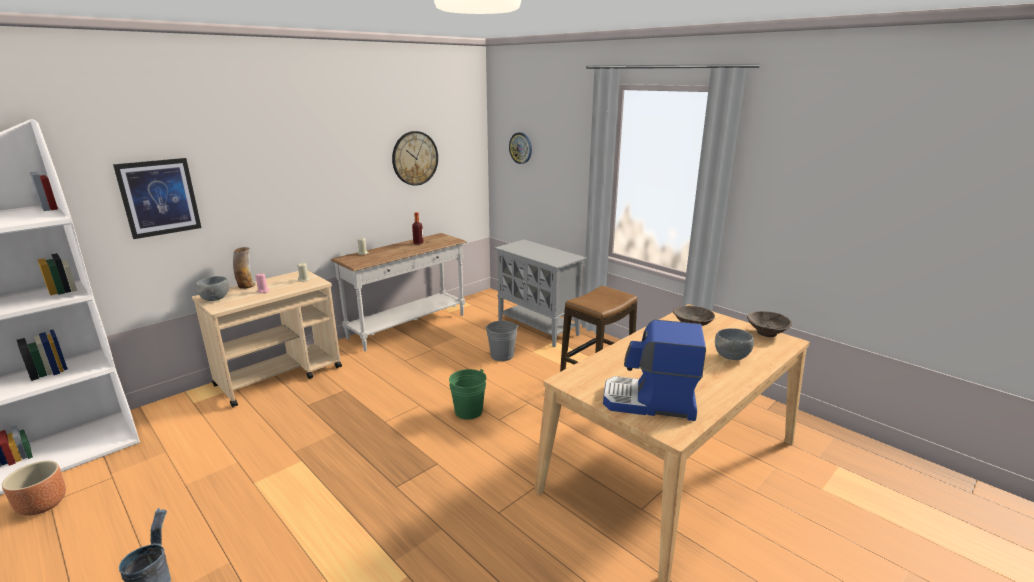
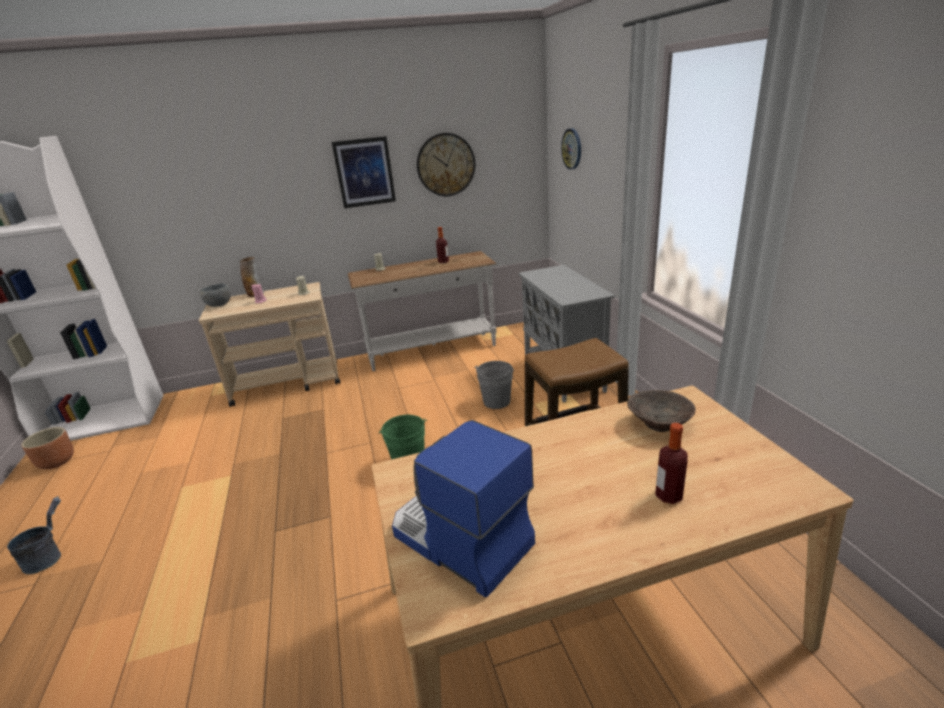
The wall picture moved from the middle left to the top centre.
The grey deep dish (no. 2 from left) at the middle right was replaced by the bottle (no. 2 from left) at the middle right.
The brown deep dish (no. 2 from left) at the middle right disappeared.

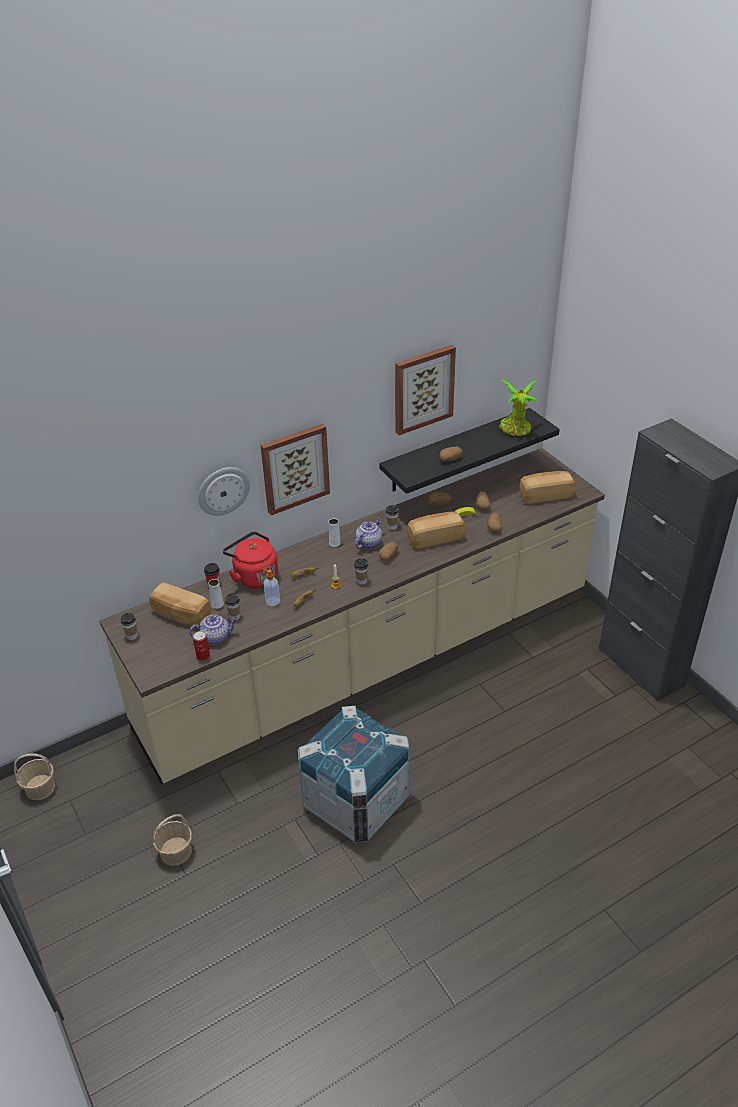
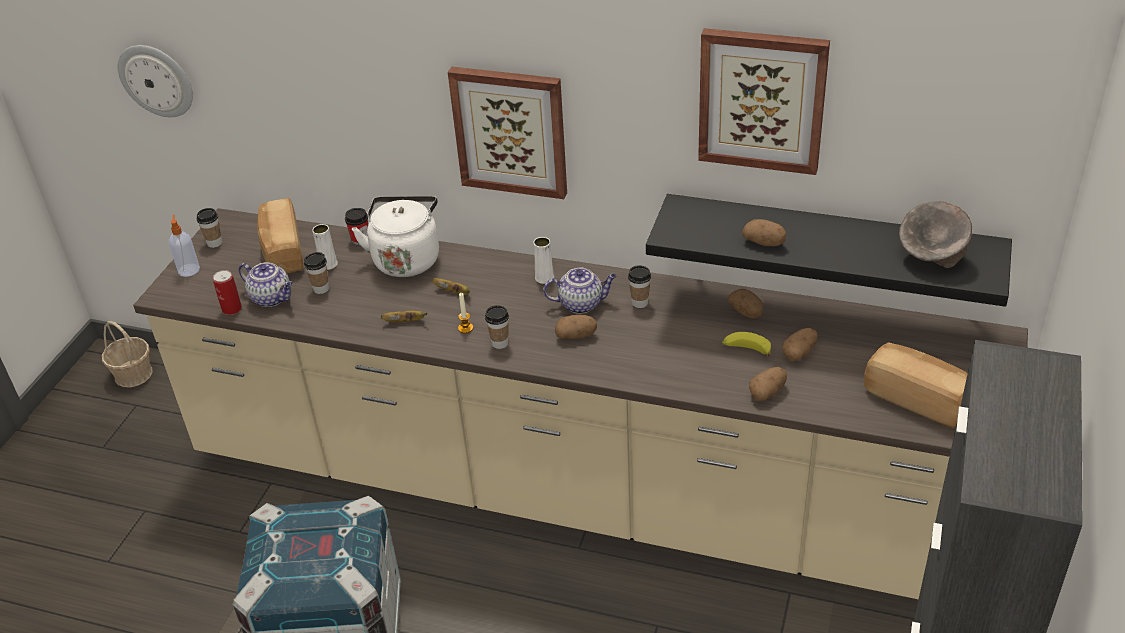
The clock on the wall moved from the middle left to the top left.
The soap dispenser moved from the centre to the middle left.
The red-coloured kettle at the centre became the whitish kettle at the centre.
The plant in a pot at the middle right was replaced by the grey deep dish at the middle right.
The basket (no. 2 from left) at the bottom left disappeared.
The bakery bread (no. 2 from left) at the centre disappeared.

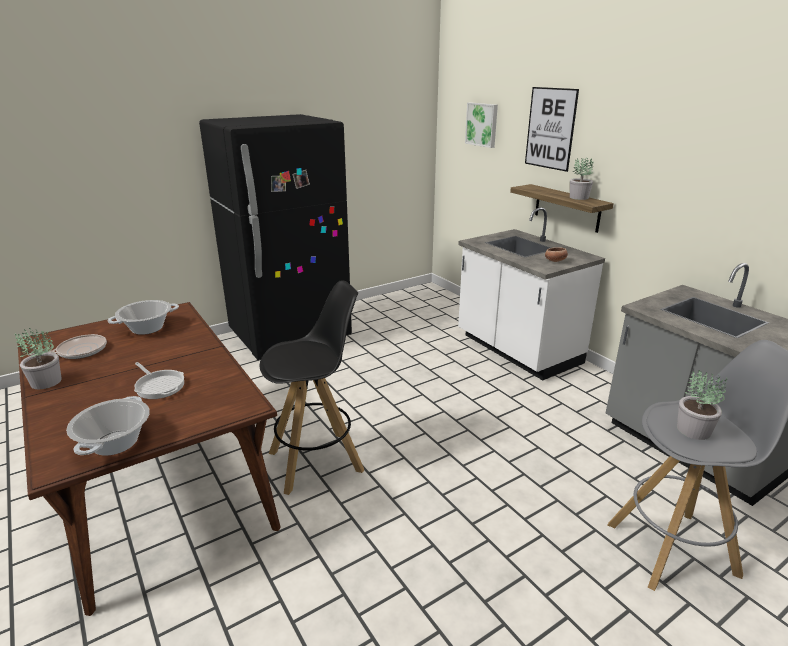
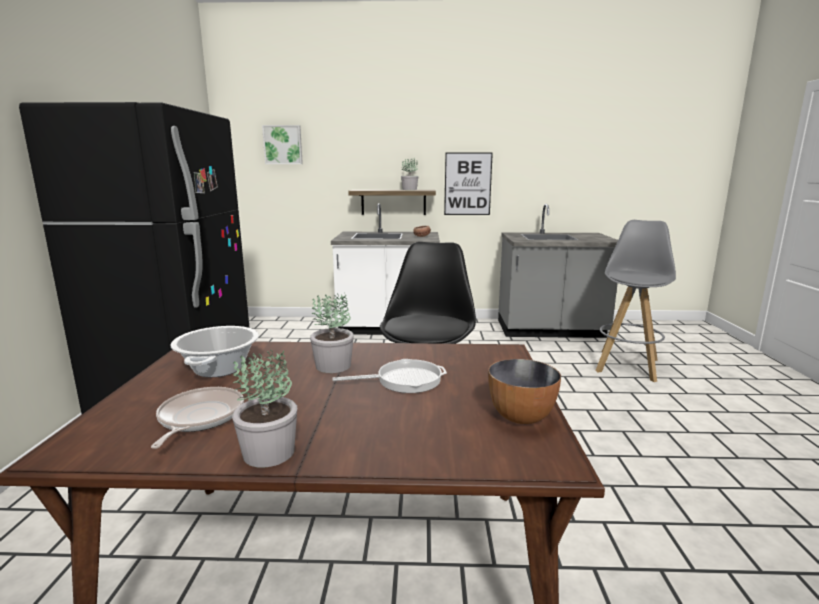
The plant in a pot (no. 3 from left in the first image) moved from the middle right to the centre.
The wall picture (no. 2 from left) moved from the top right to the top centre.
The stockpot (no. 1 from left) at the middle left was replaced by the deep dish (no. 2 from left) at the centre.

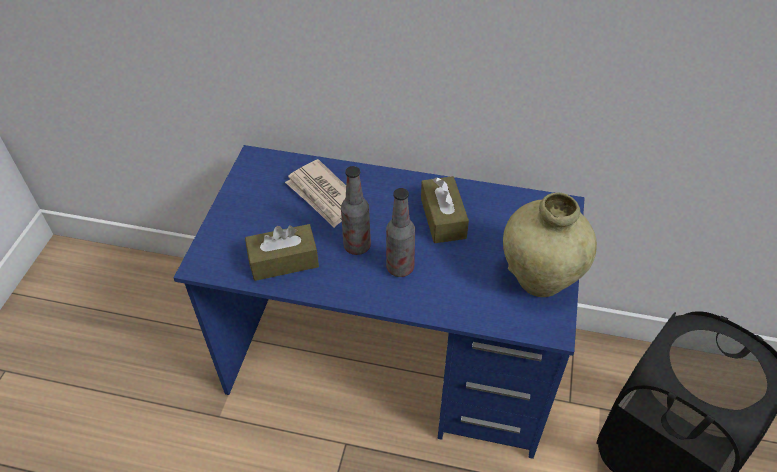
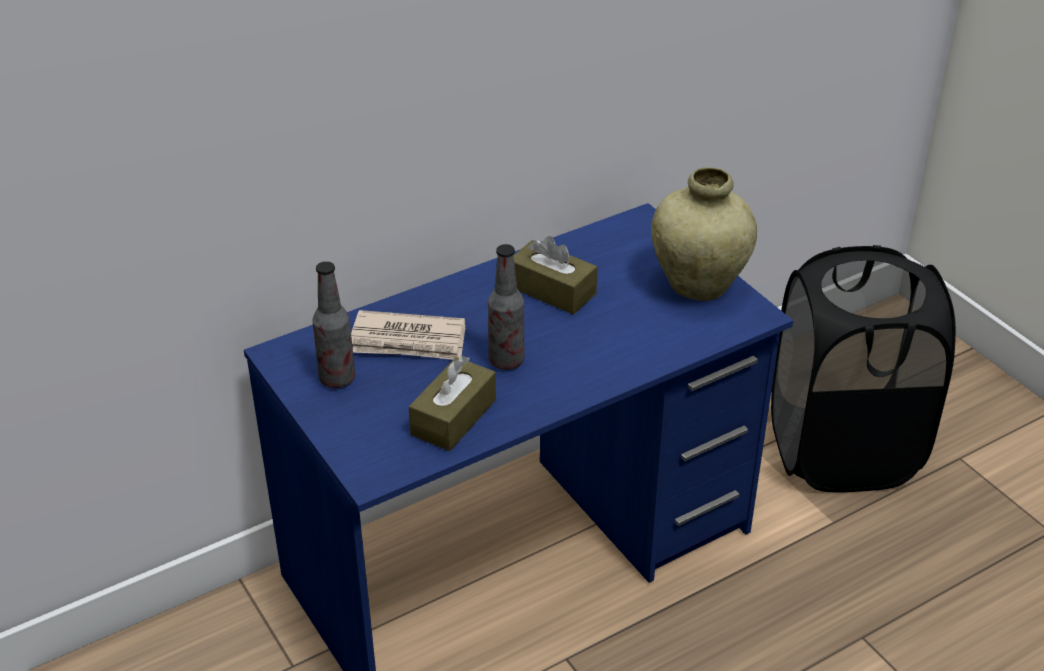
The bottle (no. 2 from left in the first image) moved from the centre to the middle left.

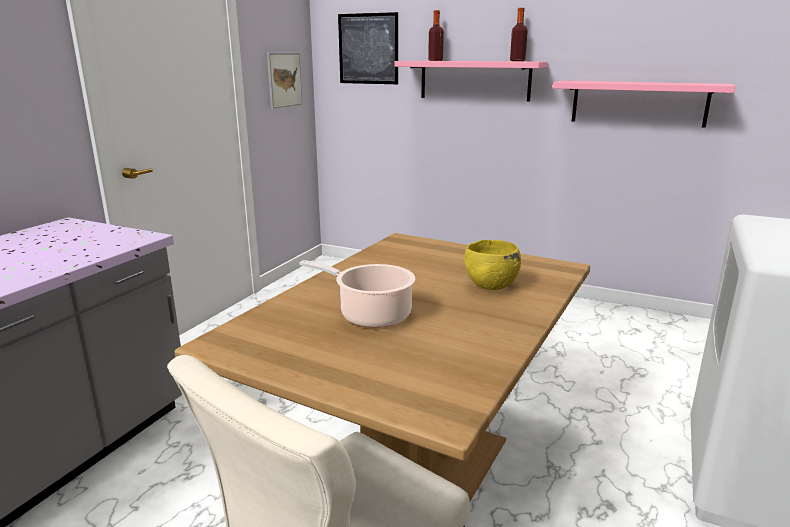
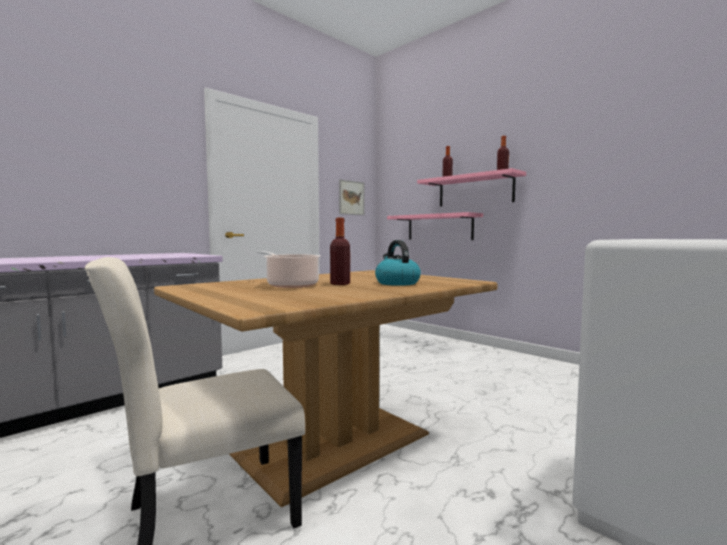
The bottle (no. 1 from left) at the centre appeared.
The yellow deep dish at the centre was replaced by the kettle at the centre.
The pink-coloured bracket shelf (no. 2 from left in the first image) moved from the top right to the centre.
The wall picture (no. 2 from left) at the top centre disappeared.

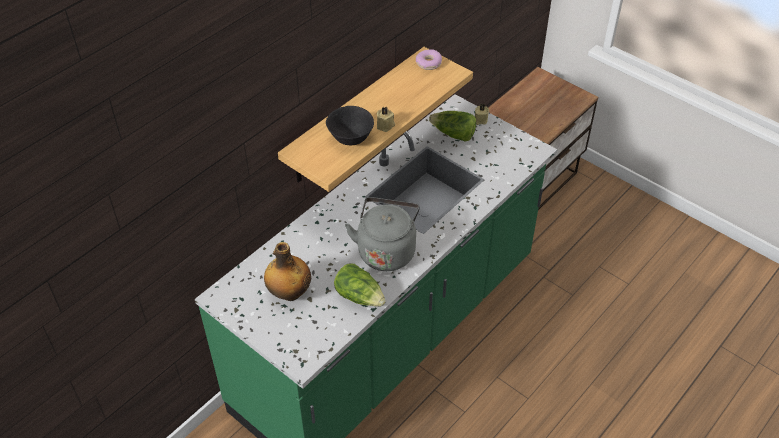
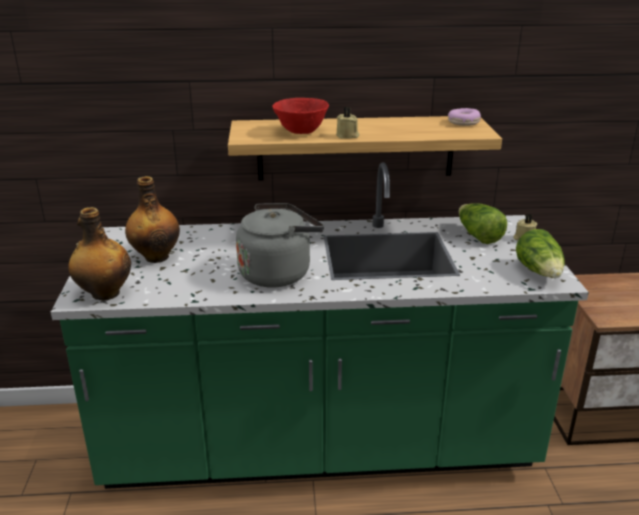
The bottle (no. 1 from left) at the middle left appeared.
The blackish deep dish at the top centre became the red-coloured deep dish at the top centre.
The lettuce (no. 1 from left in the first image) moved from the centre to the middle right.

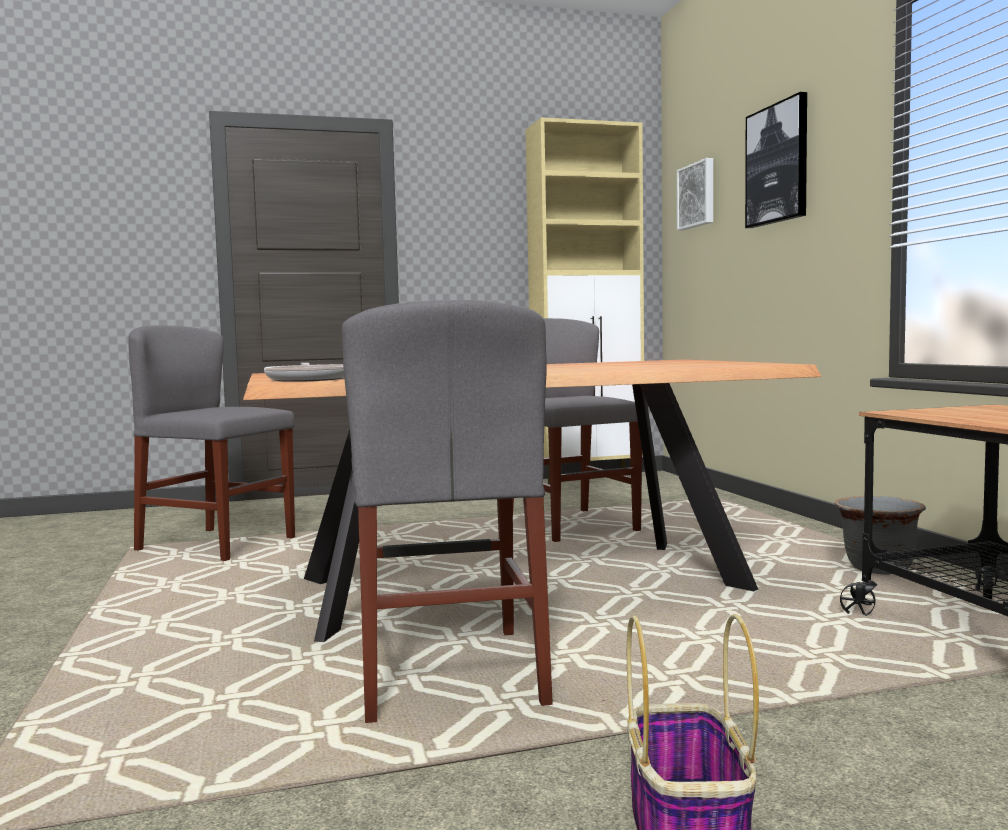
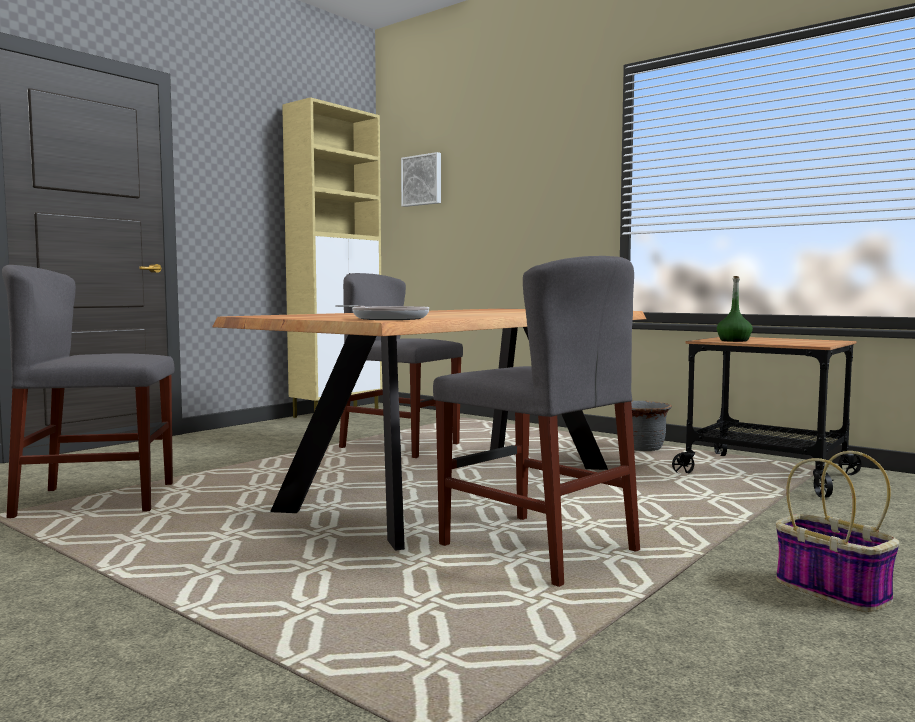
The green bottle at the middle right appeared.
The wall picture (no. 2 from left) at the top right disappeared.

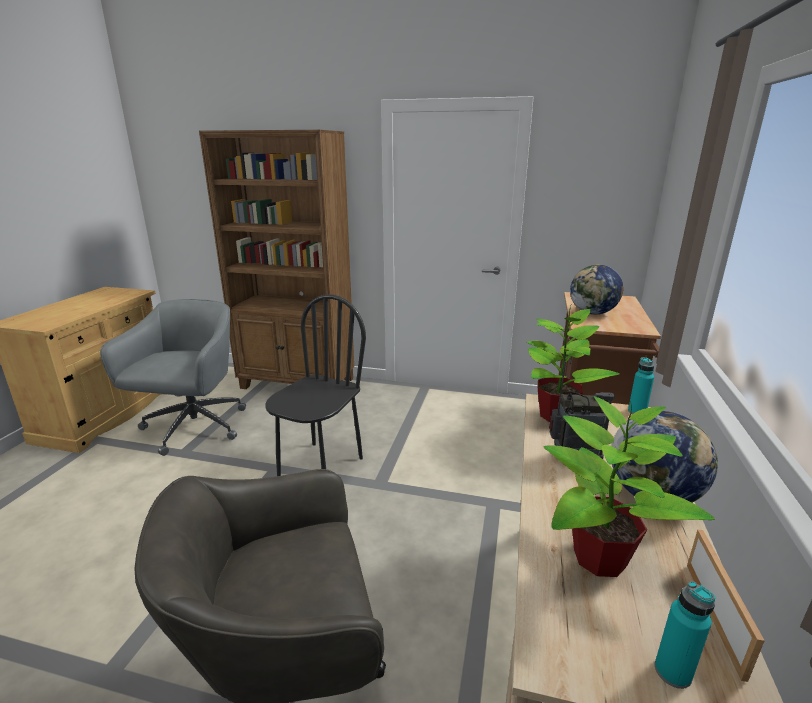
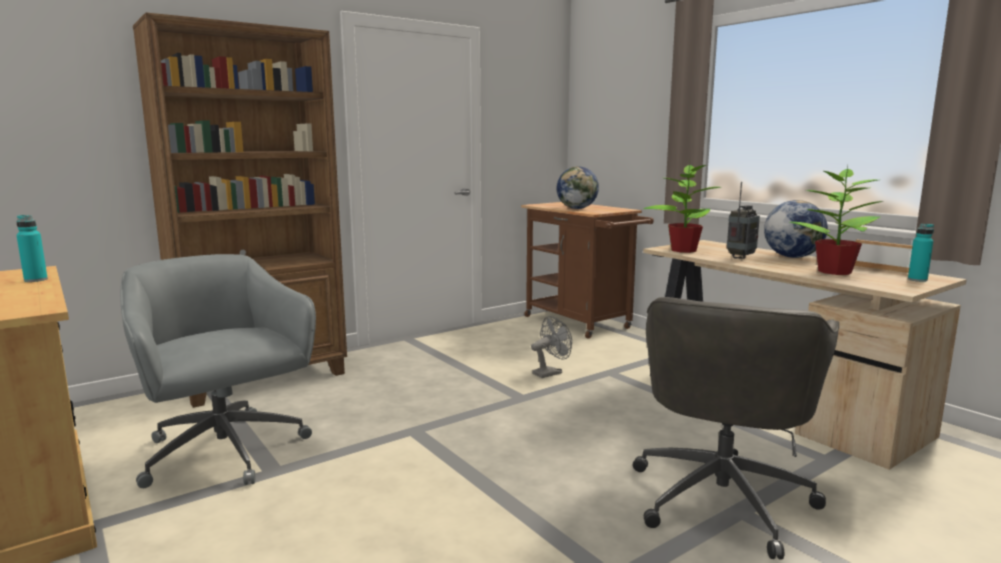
The blue-green bottle (no. 1 from left) moved from the middle right to the middle left.
The grey cooling fan at the centre appeared.
The blackish chair at the centre disappeared.

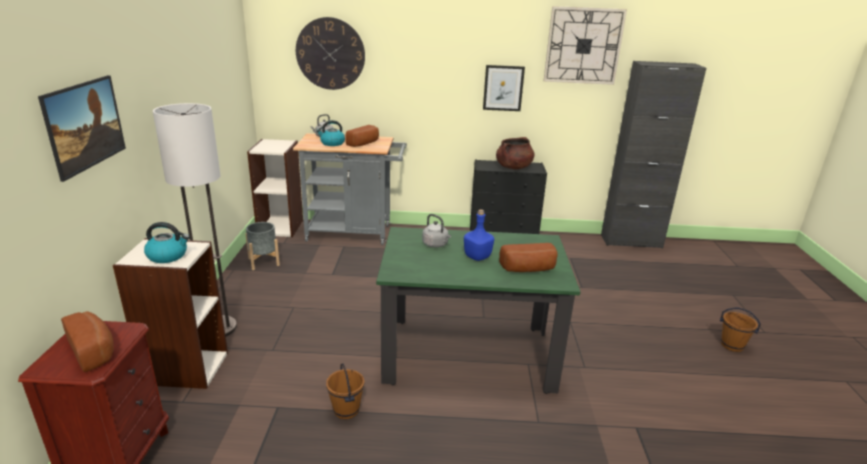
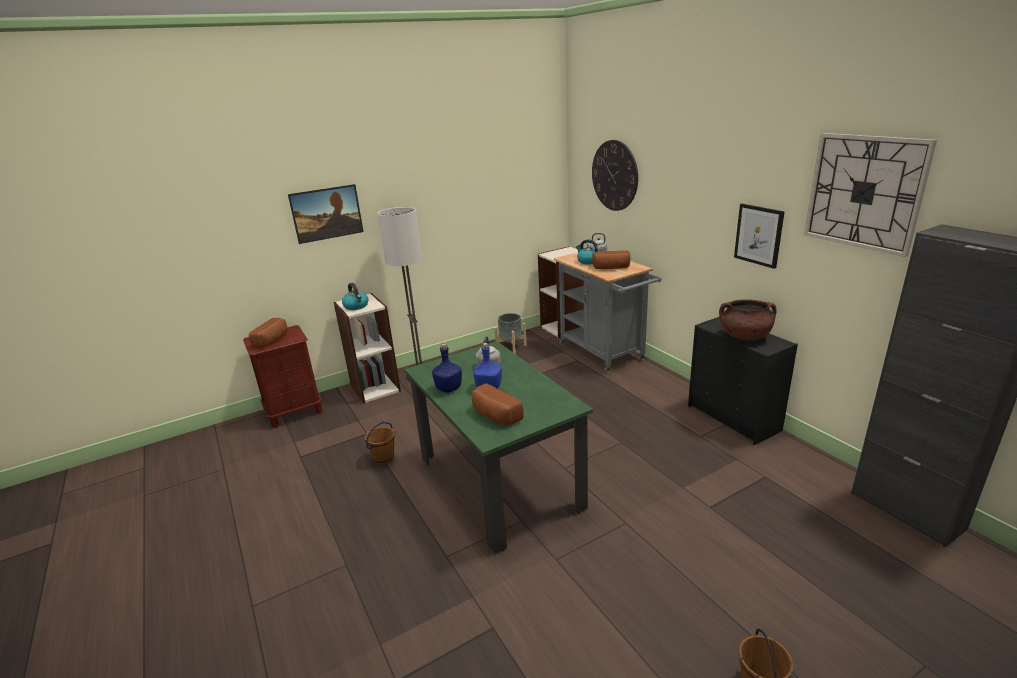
The blue bottle (no. 1 from left) at the centre appeared.

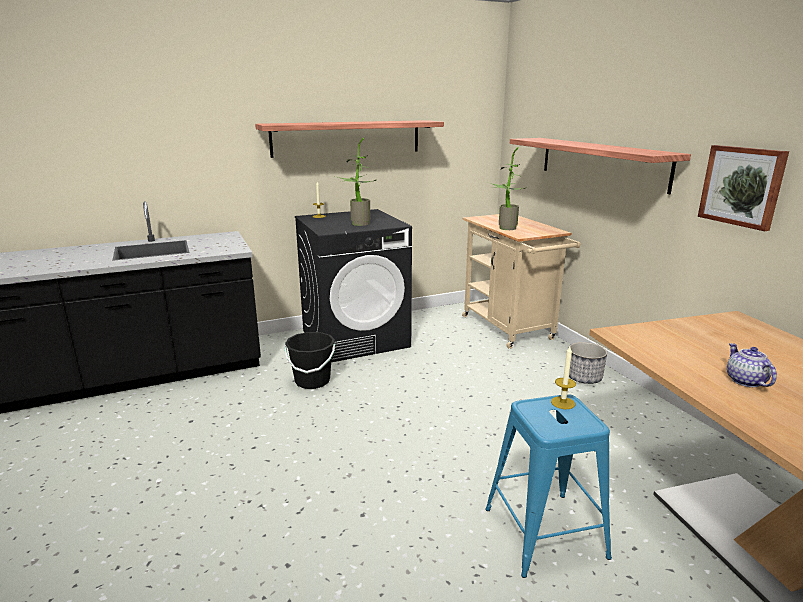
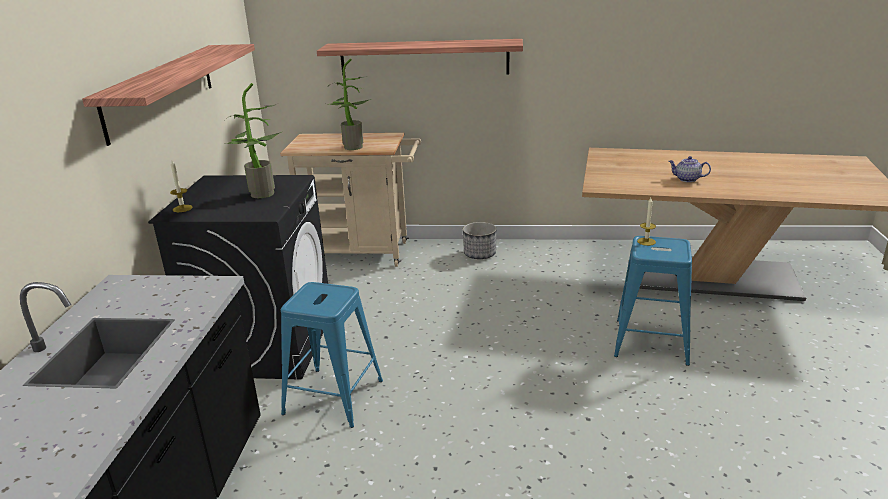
The blackish bucket at the centre was replaced by the blue stool (no. 1 from left) at the bottom centre.
The wall picture at the top right disappeared.

